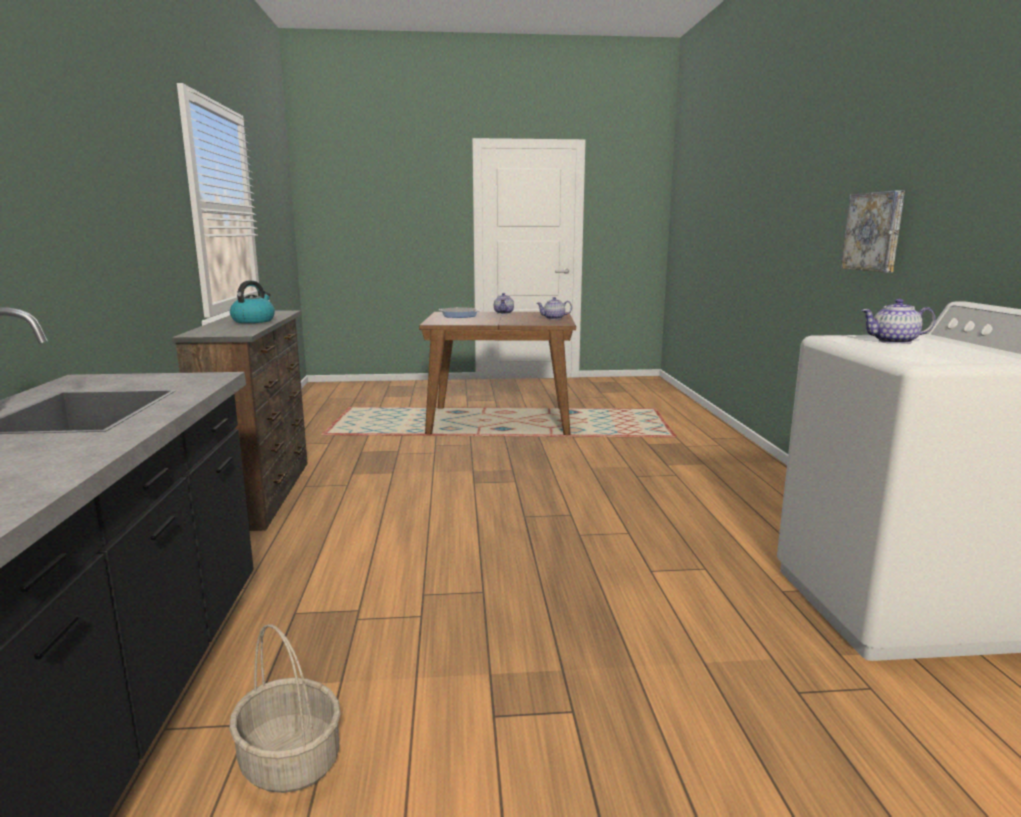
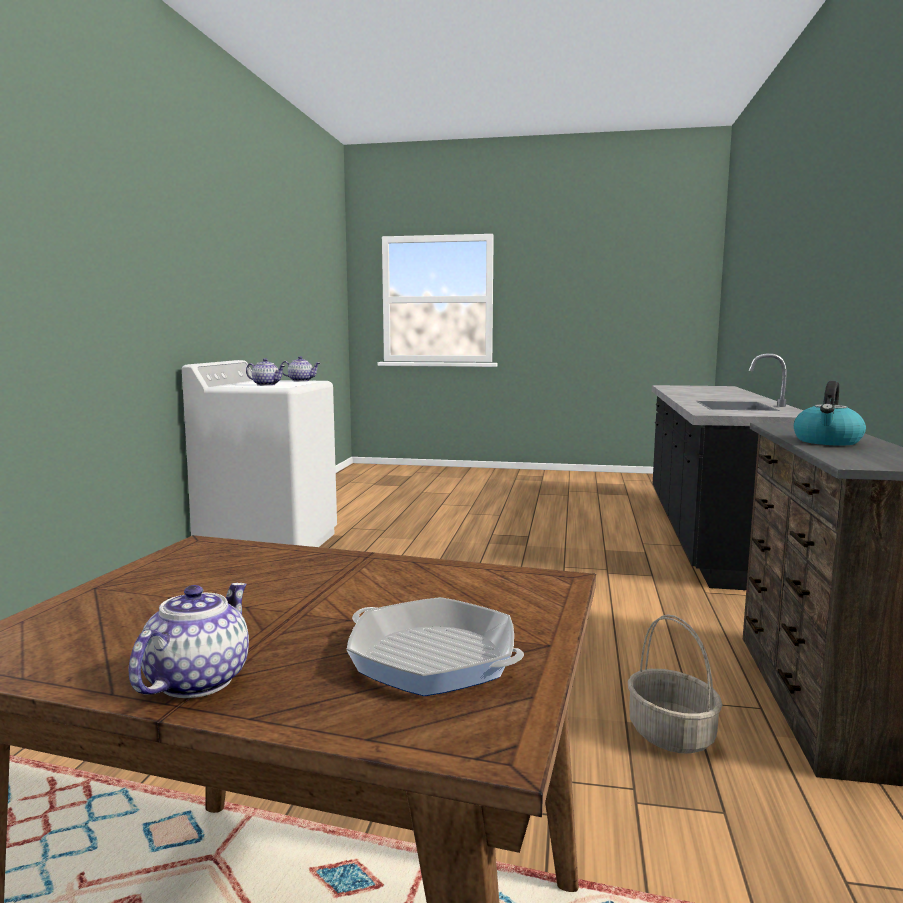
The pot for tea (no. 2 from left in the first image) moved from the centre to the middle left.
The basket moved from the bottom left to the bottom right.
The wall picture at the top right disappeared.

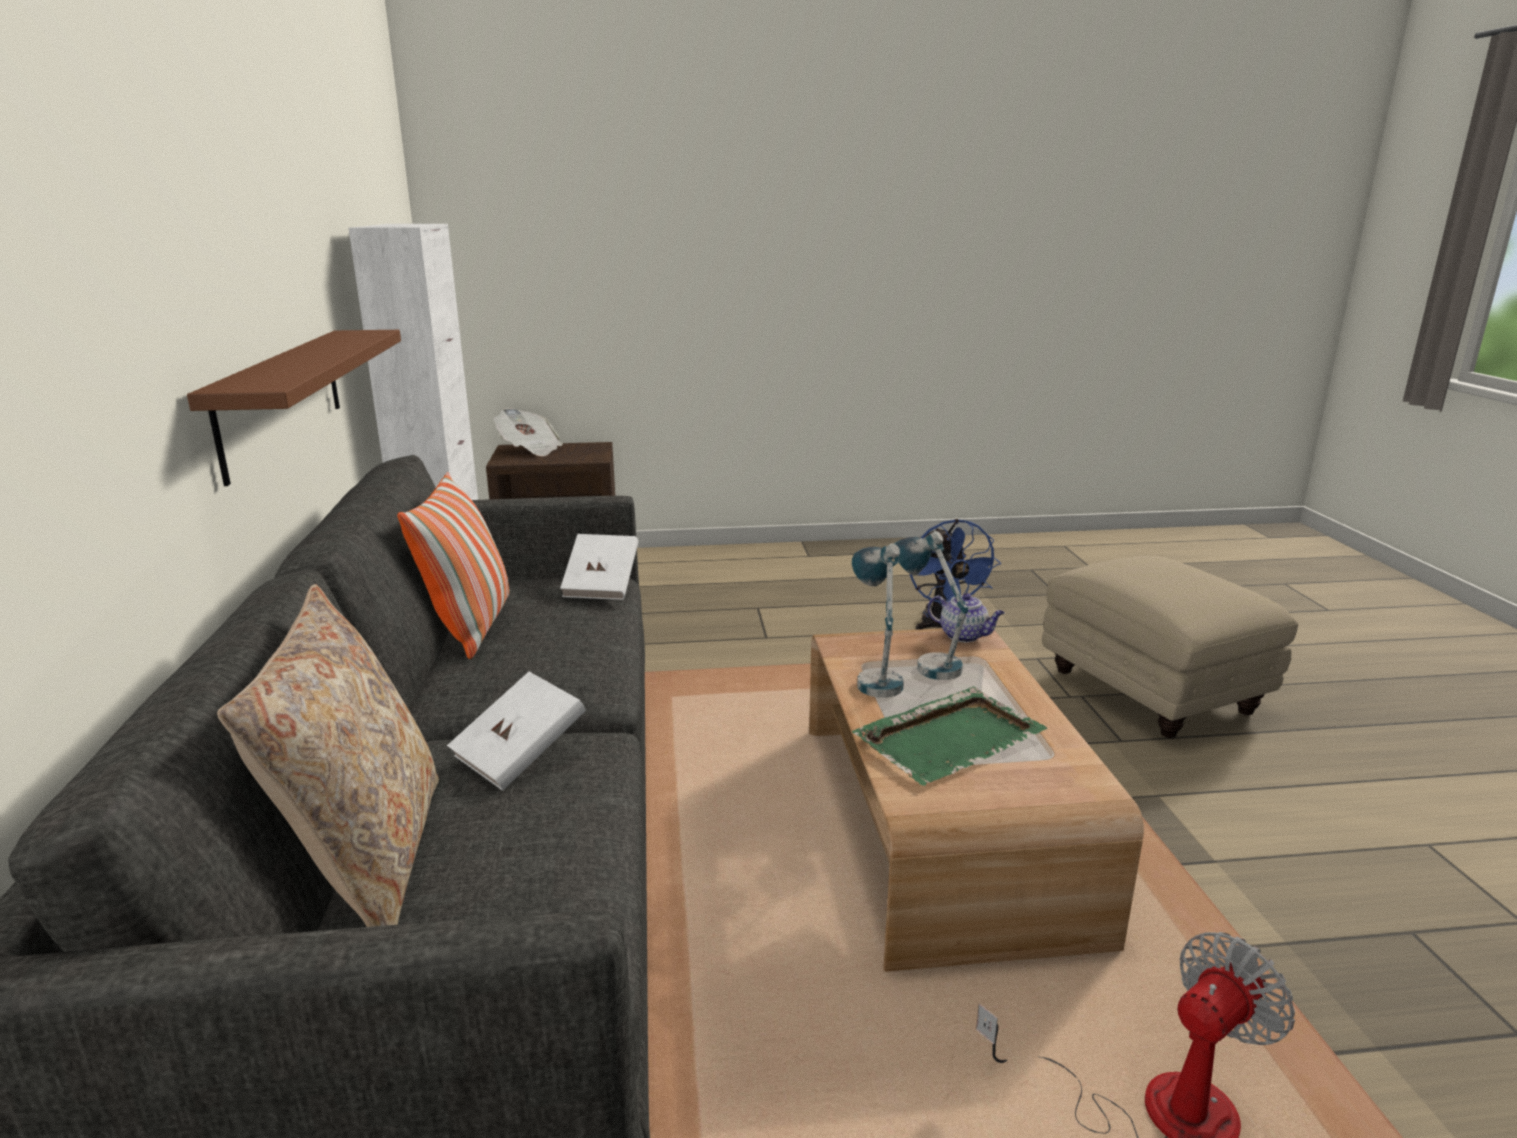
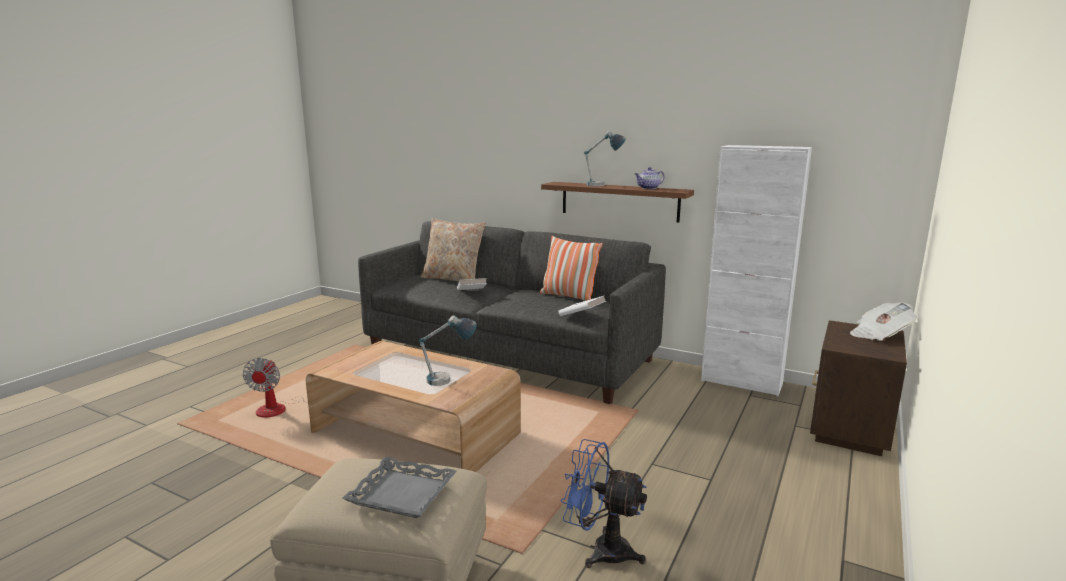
The grey tray at the bottom centre appeared.
The lamp for a table (no. 1 from left in the first image) moved from the centre to the top centre.
The pot for tea moved from the centre to the top centre.
The green tray at the centre disappeared.

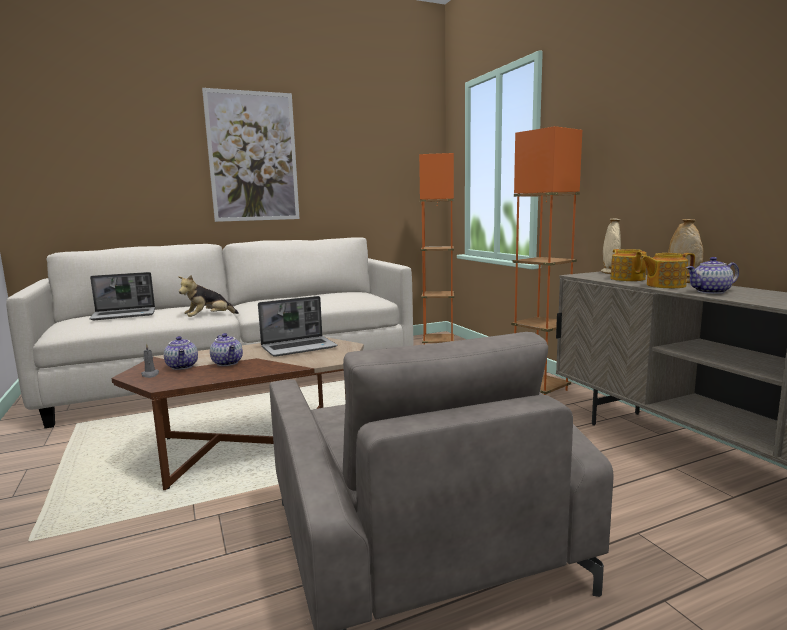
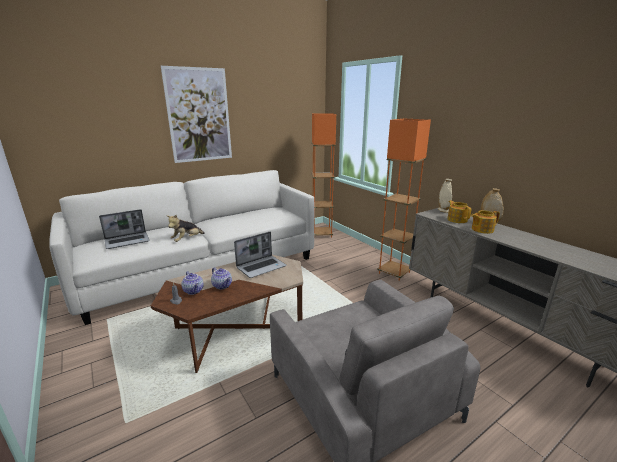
The pot for tea (no. 5 from left) at the middle right disappeared.

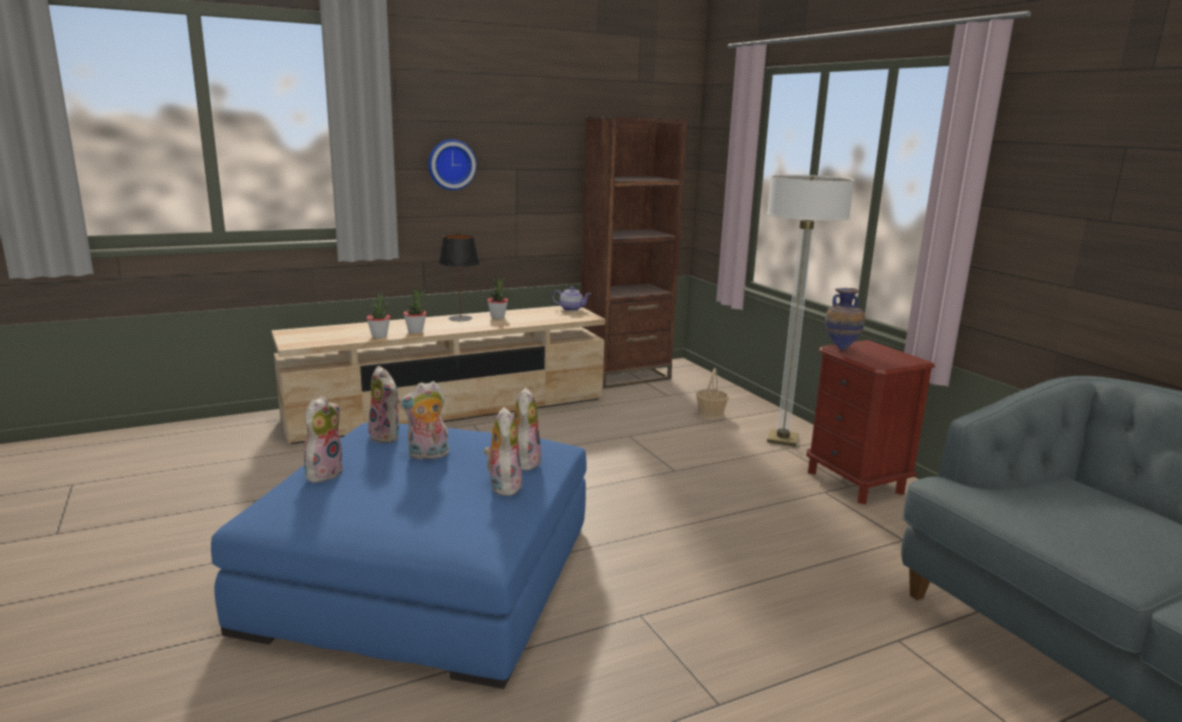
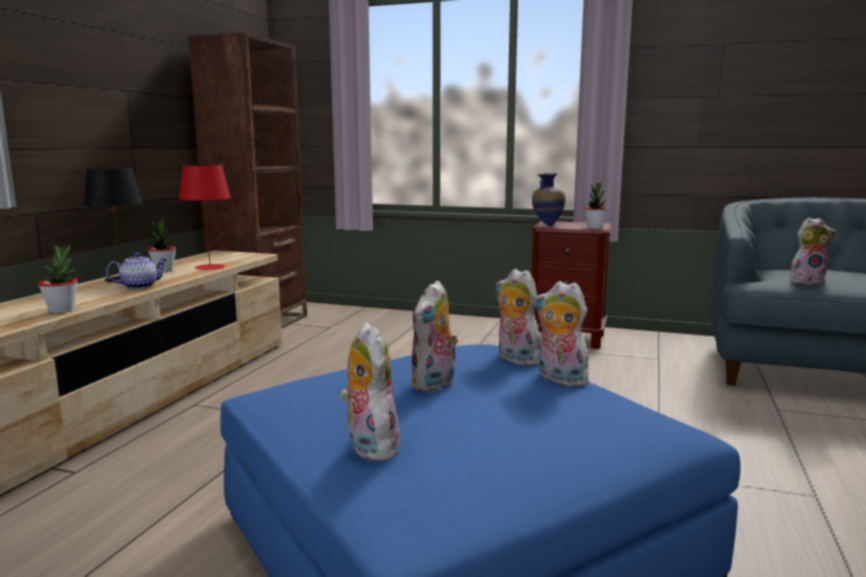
The pot for tea moved from the centre to the middle left.
The red-coloured lamp for a table at the middle left appeared.
The plant in a pot (no. 2 from left in the first image) moved from the centre to the middle right.
The plush toy (no. 2 from left in the first image) moved from the middle left to the middle right.
The clock on the wall at the top centre disappeared.
The basket at the centre disappeared.
The standard lamp at the middle right disappeared.

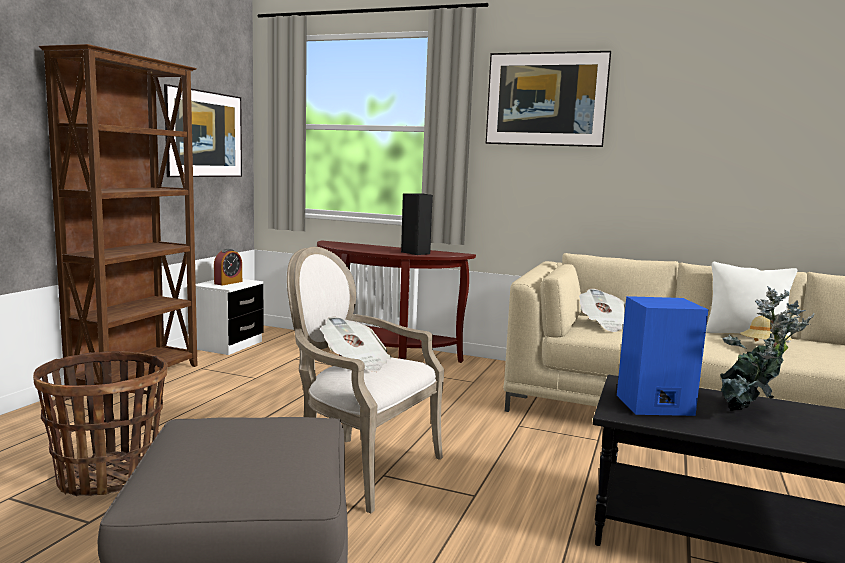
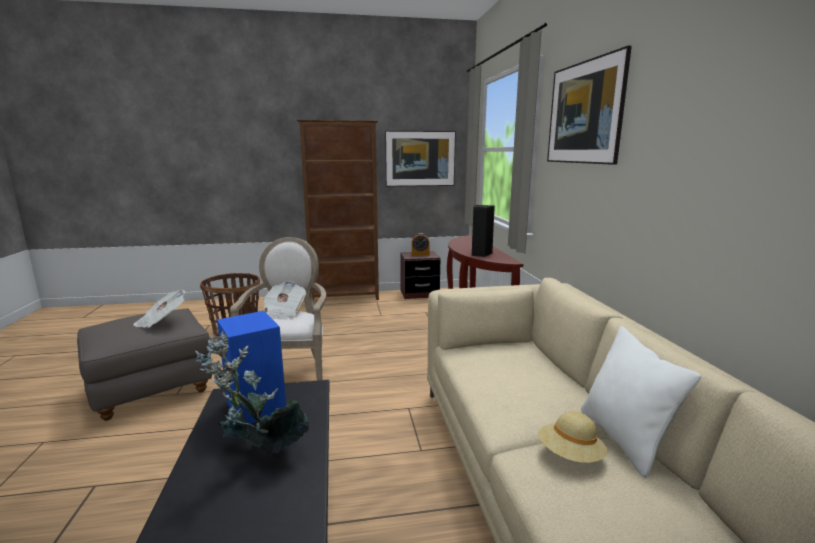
The printed paper (no. 2 from left in the first image) moved from the middle right to the middle left.
The whitish night table at the middle left became the brown night table at the centre.

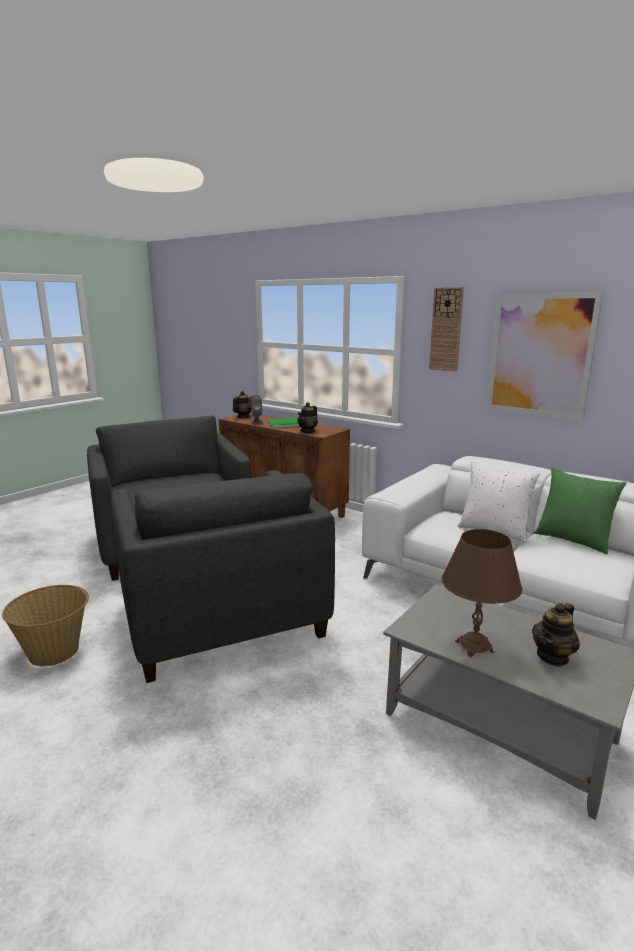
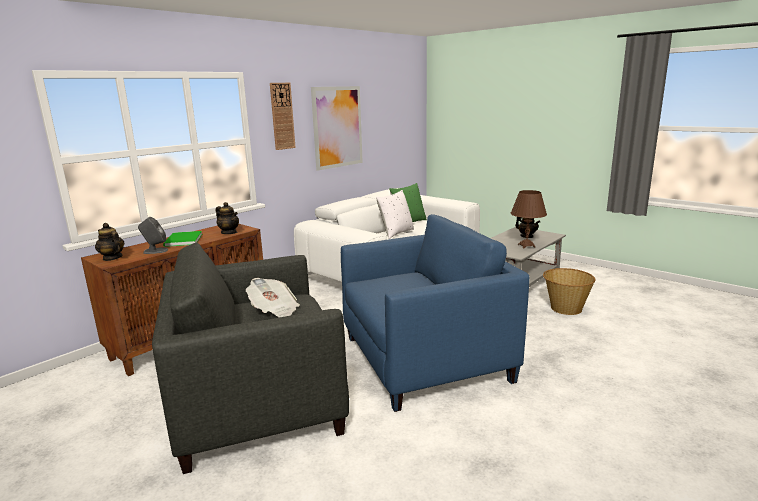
The printed paper at the centre appeared.
The grey armchair (no. 2 from left) at the centre became the blue armchair at the centre.
The basket moved from the middle left to the middle right.

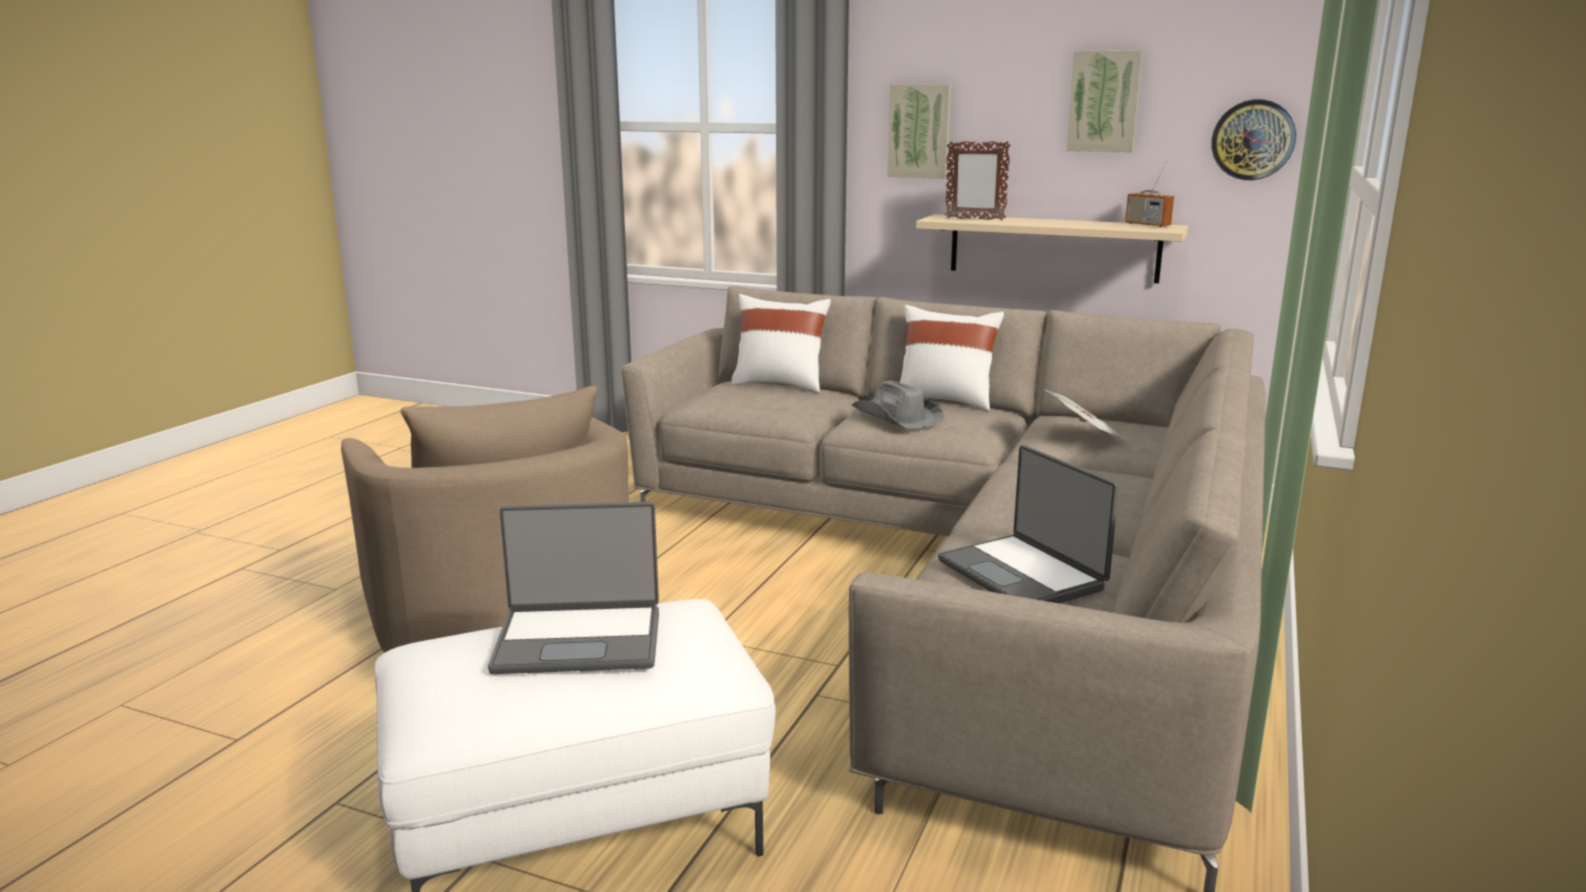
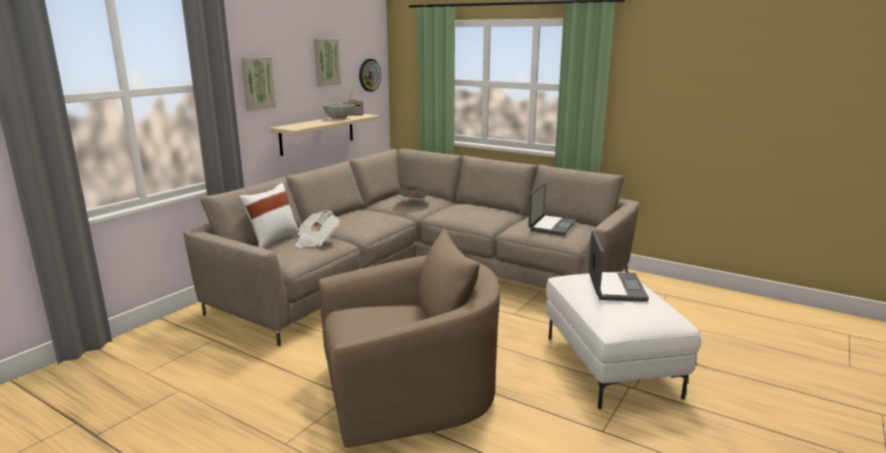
The printed paper (no. 1 from left) at the centre appeared.
The whitish deep dish at the top centre appeared.
The notebook computer (no. 2 from left in the first image) at the centre turned 45 degrees counterclockwise.
The grey clothing hat at the centre disappeared.
The whitish pillow (no. 2 from left) at the centre disappeared.
The standing frame at the top centre disappeared.

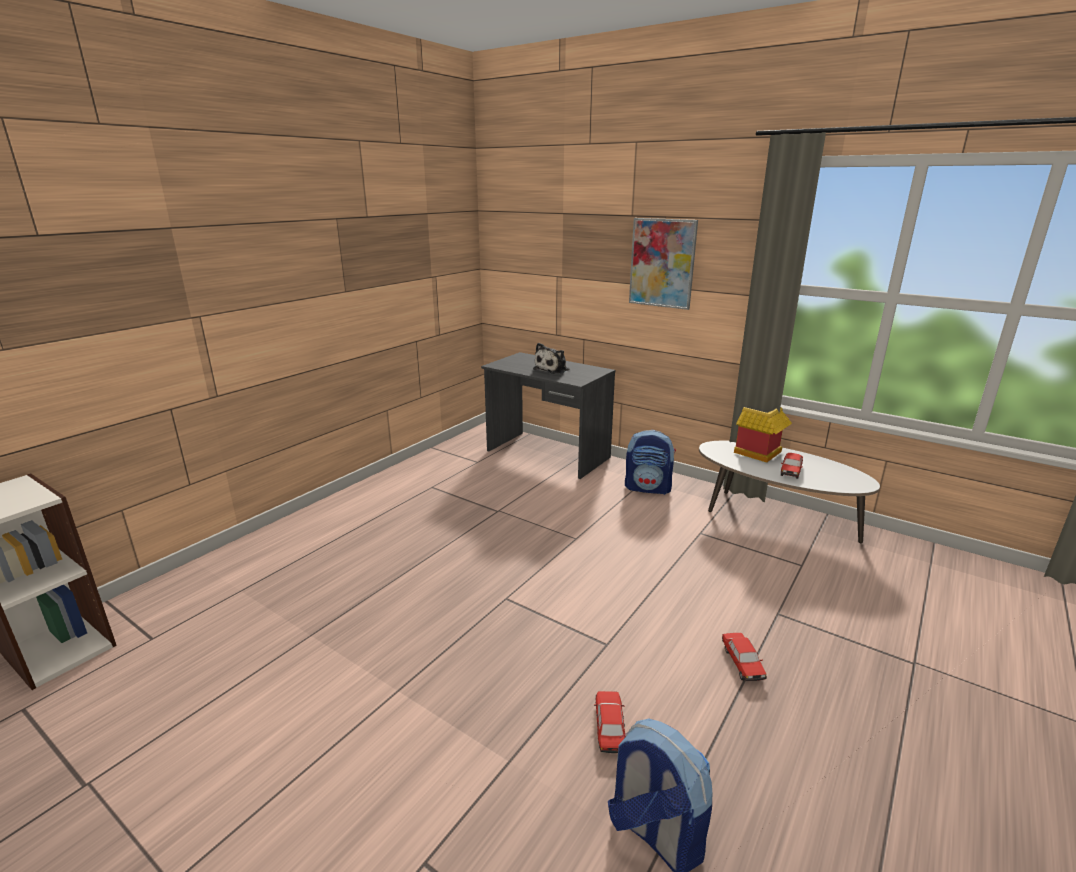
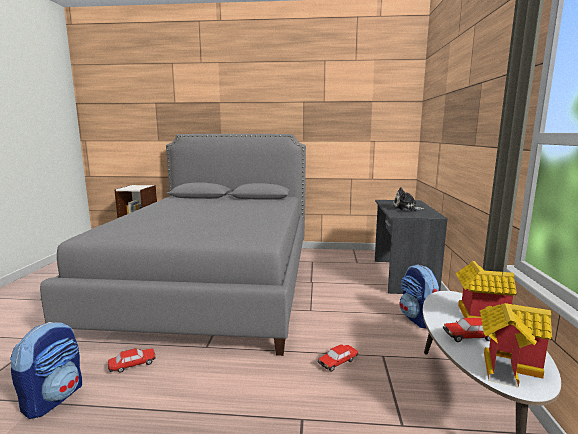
The grey sleeping bed at the middle left appeared.
The miniature car (no. 2 from left) moved from the bottom right to the bottom centre.
The model house (no. 2 from left) at the bottom right appeared.
The wall picture at the top centre disappeared.

